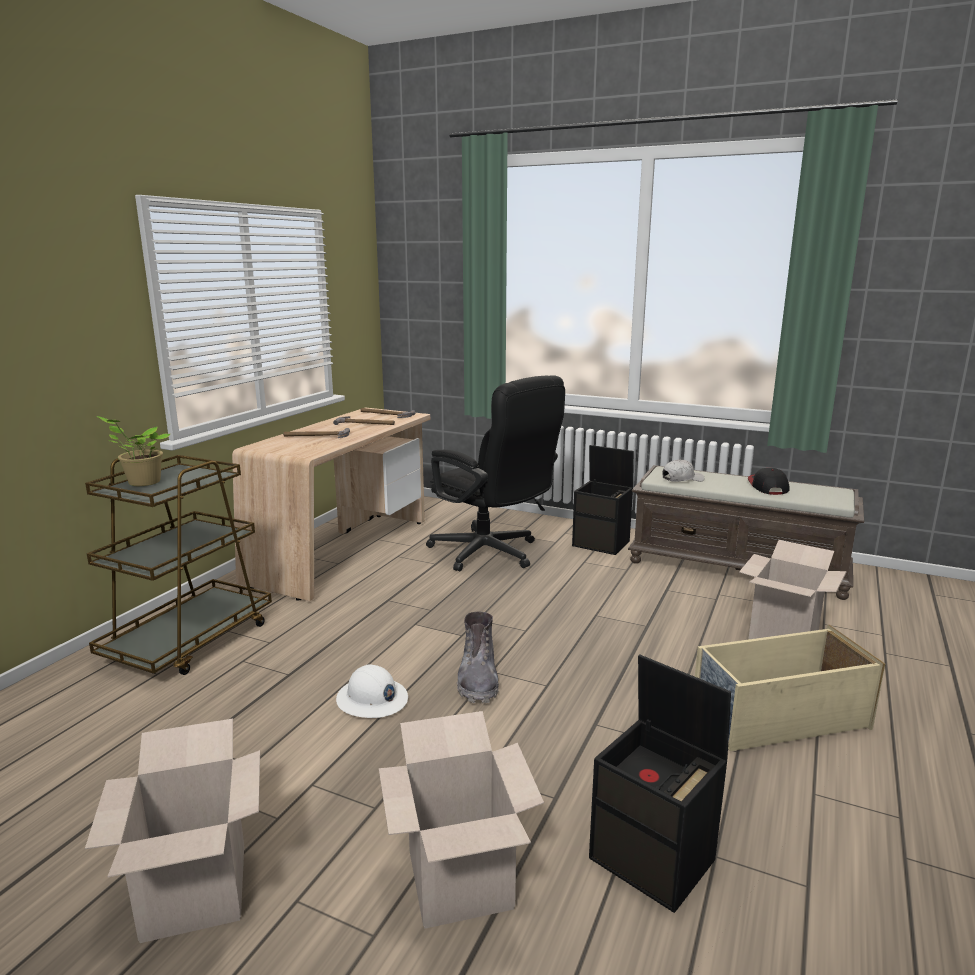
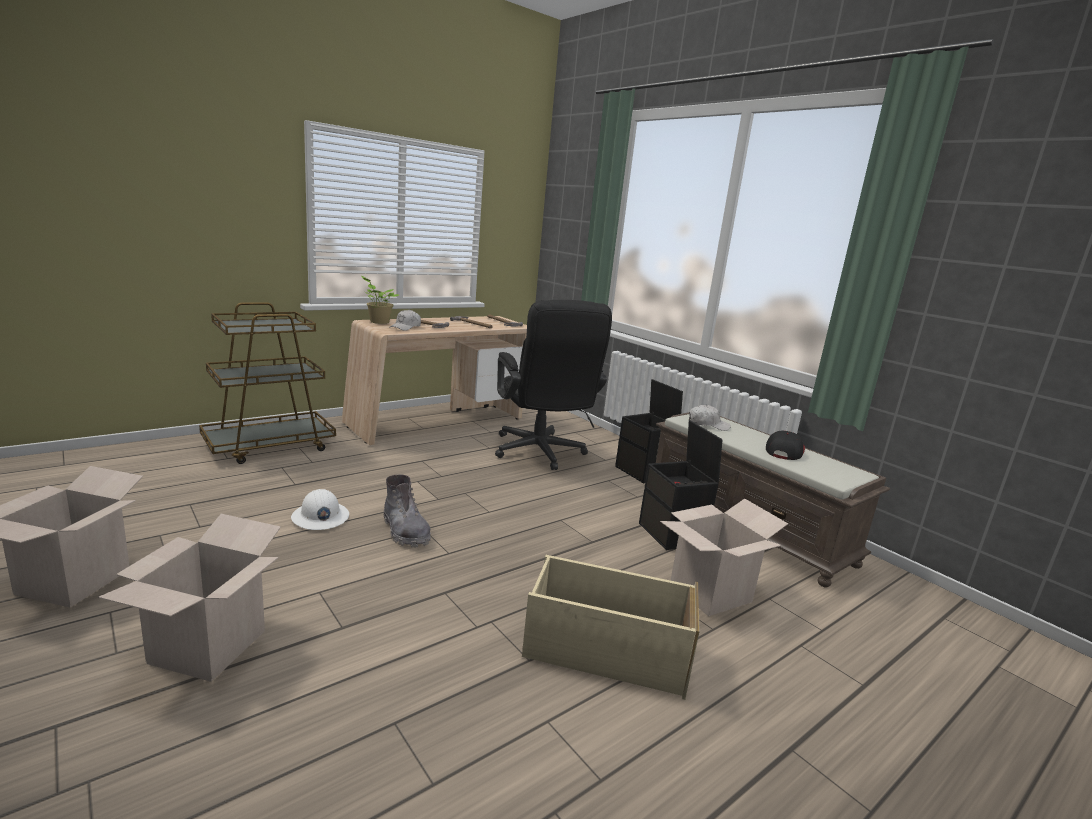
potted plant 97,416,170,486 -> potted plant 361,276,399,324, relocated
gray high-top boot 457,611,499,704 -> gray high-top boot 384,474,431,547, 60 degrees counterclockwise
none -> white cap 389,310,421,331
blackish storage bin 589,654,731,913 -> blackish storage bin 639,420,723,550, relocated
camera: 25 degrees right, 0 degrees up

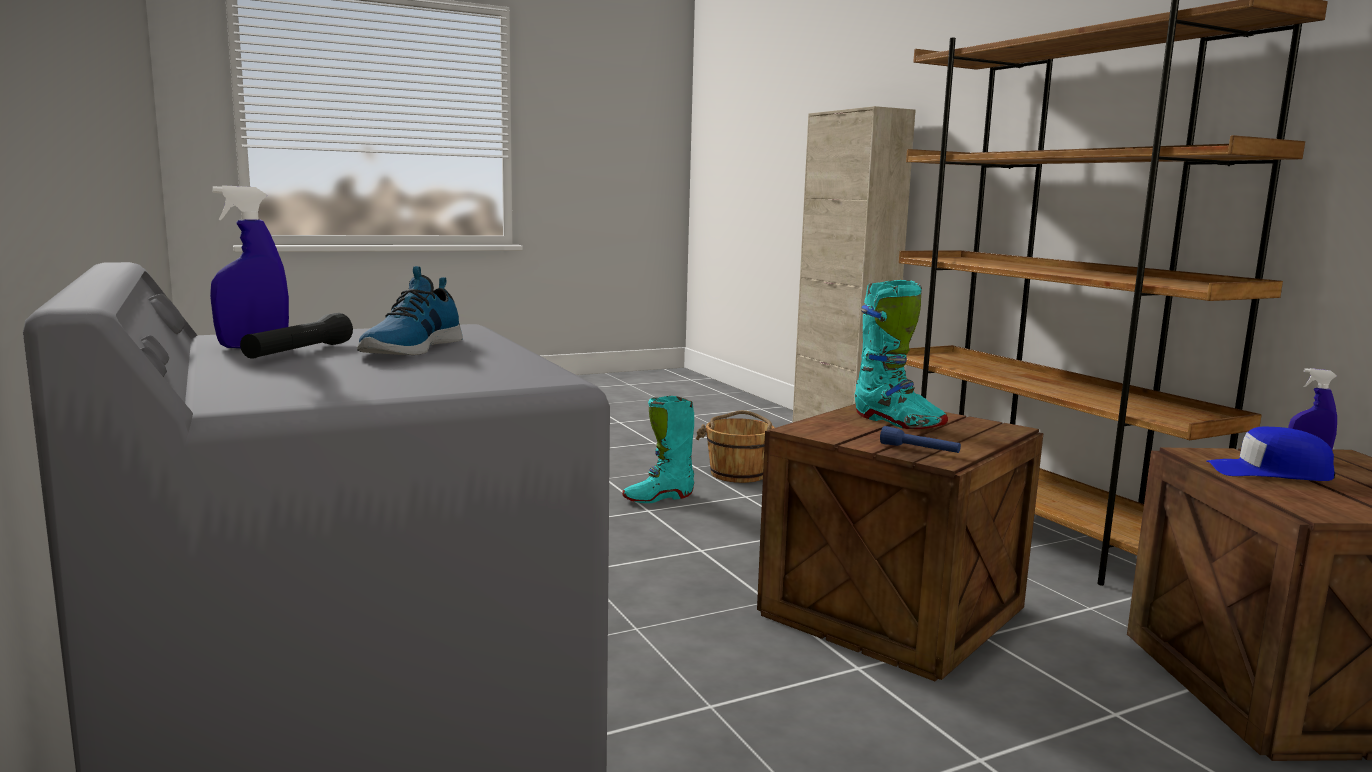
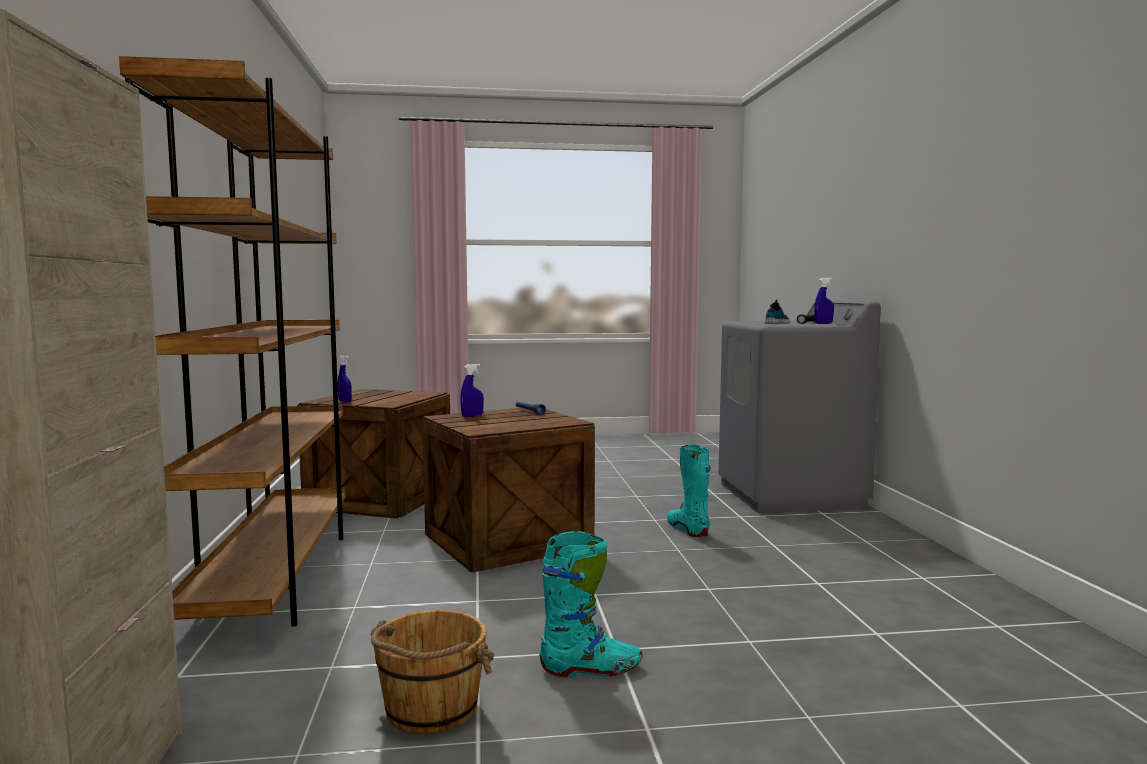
none -> bluish sprayer 460,364,484,417
turquoise-coloured high-top boot 855,280,948,429 -> turquoise-coloured high-top boot 667,444,711,537, relocated
bluish cap 1206,427,1335,481 -> none
camera: 160 degrees left, 5 degrees down

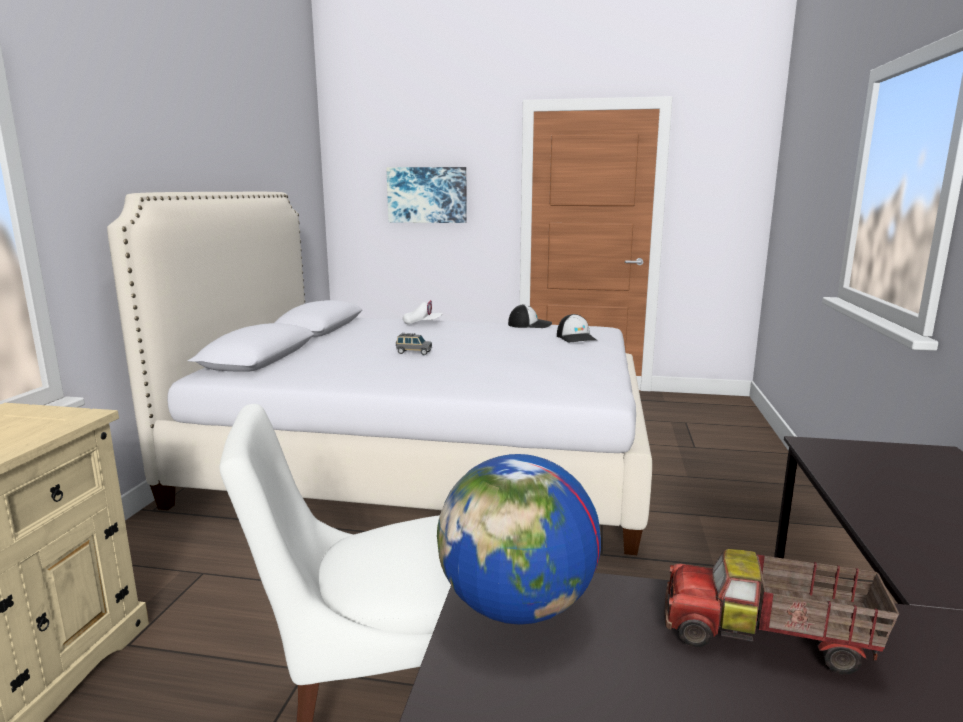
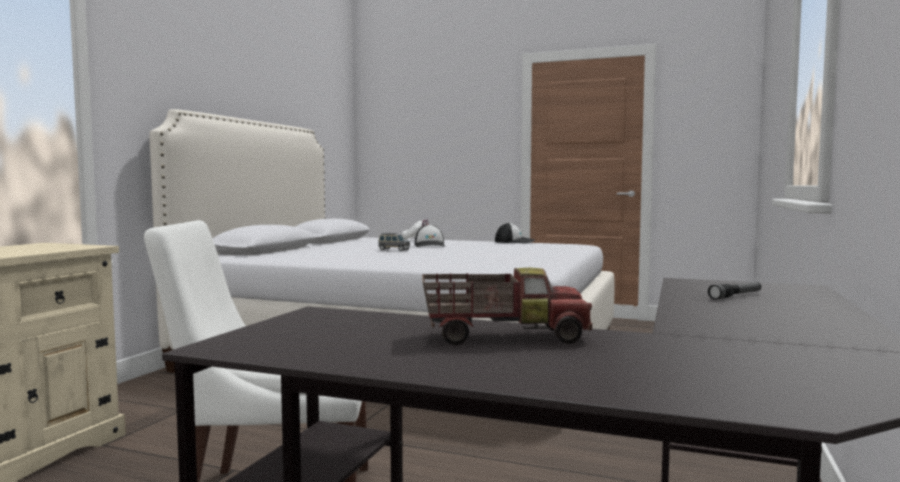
cap 557,314,597,342 -> cap 415,225,445,247, relocated
model truck 665,549,899,674 -> model truck 422,268,592,345, 150 degrees clockwise
none -> flashlight 708,282,761,299
picture 387,167,467,223 -> none
world globe 437,454,601,625 -> none
camera: 10 degrees right, 10 degrees down

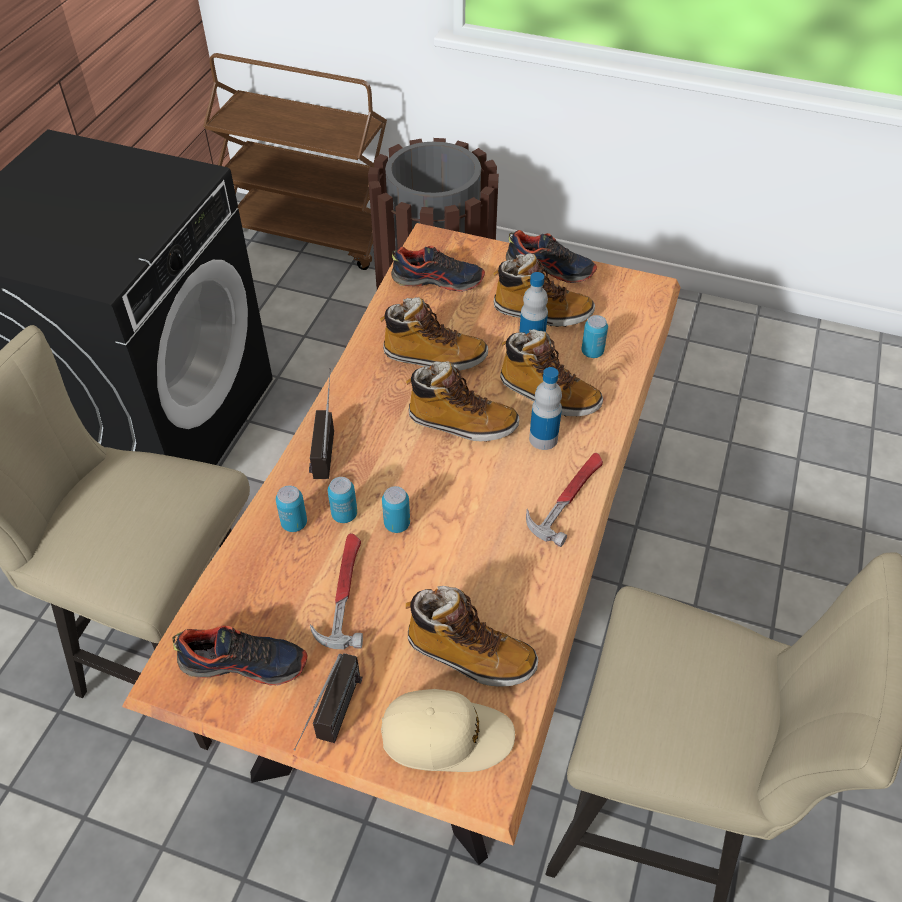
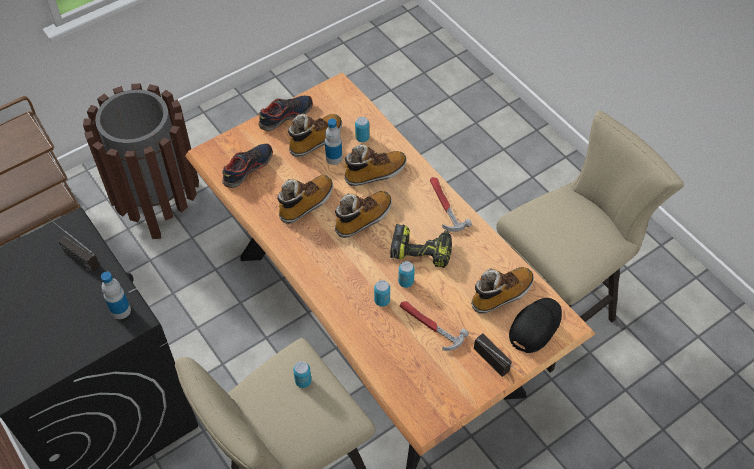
radio receiver 309,368,334,479 -> radio receiver 44,215,100,272, relocated
beverage bottle 529,367,562,450 -> beverage bottle 101,271,131,319, relocated
can 276,485,307,532 -> can 293,361,312,388, relocated
none -> electric drill 390,224,452,268
beige cap 381,689,515,772 -> blackish cap 509,298,562,353
low shoe 173,626,308,686 -> none
camera: 55 degrees left, 5 degrees up

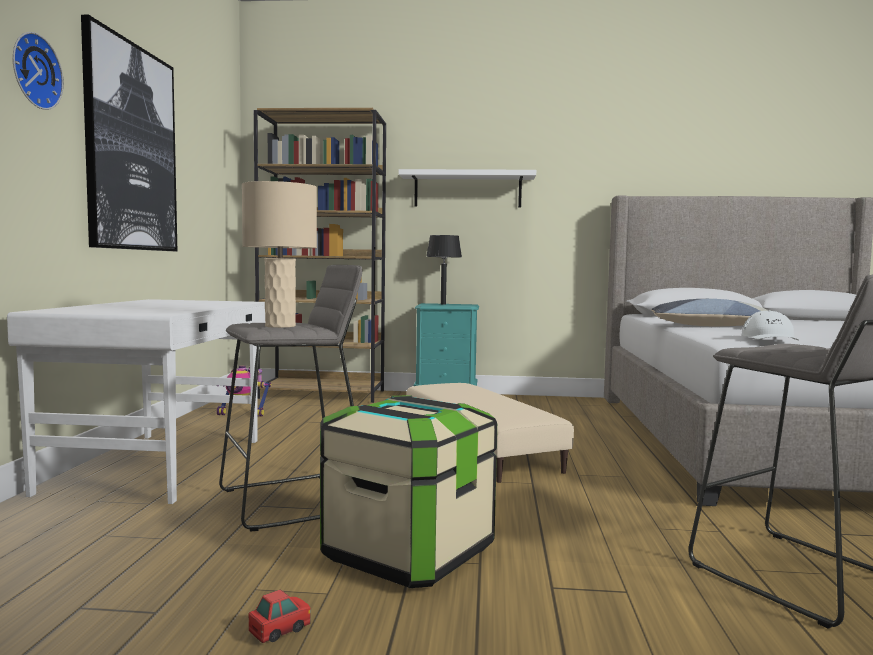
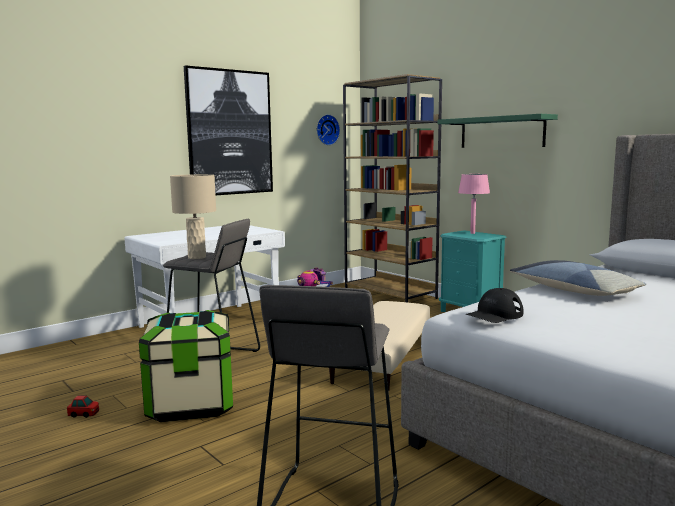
clock on the wall 13,32,64,110 -> clock on the wall 317,114,340,145, relocated
white shelf 399,169,536,207 -> green-coloured shelf 438,114,558,148
blackish lamp for a table 426,235,462,305 -> pinkish lamp for a table 458,174,490,234
white cap 742,310,799,340 -> blackish cap 465,288,523,323
camera: 45 degrees right, 5 degrees up

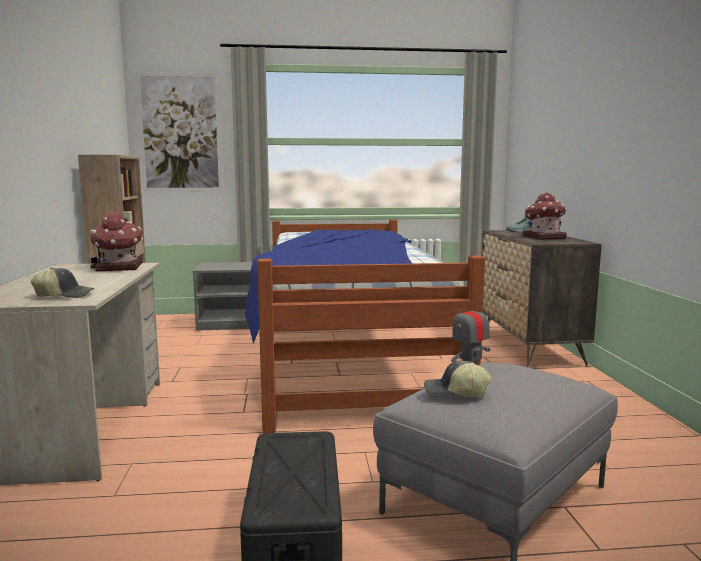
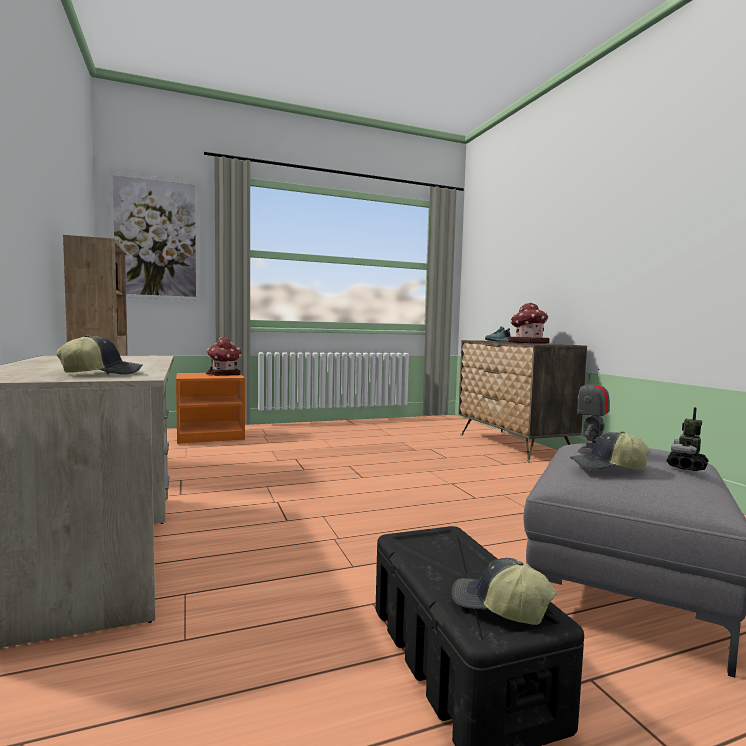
gray nightstand 193,262,253,331 -> orange nightstand 176,373,245,444
toy house 89,212,143,271 -> toy house 206,337,241,376, relocated
none -> cap 452,558,557,625
none -> robot figure 666,407,709,471
sleeping bed 245,219,485,434 -> none
camera: 15 degrees left, 5 degrees down

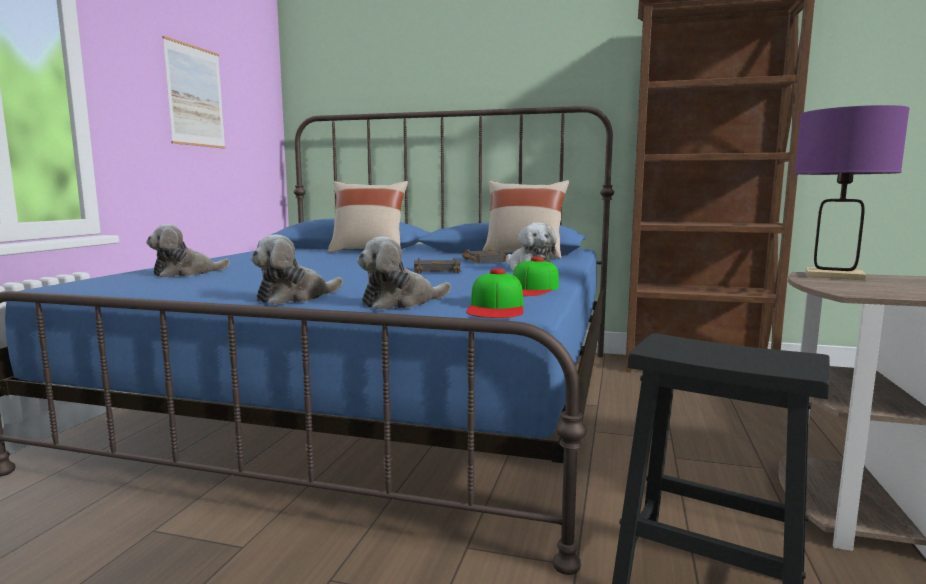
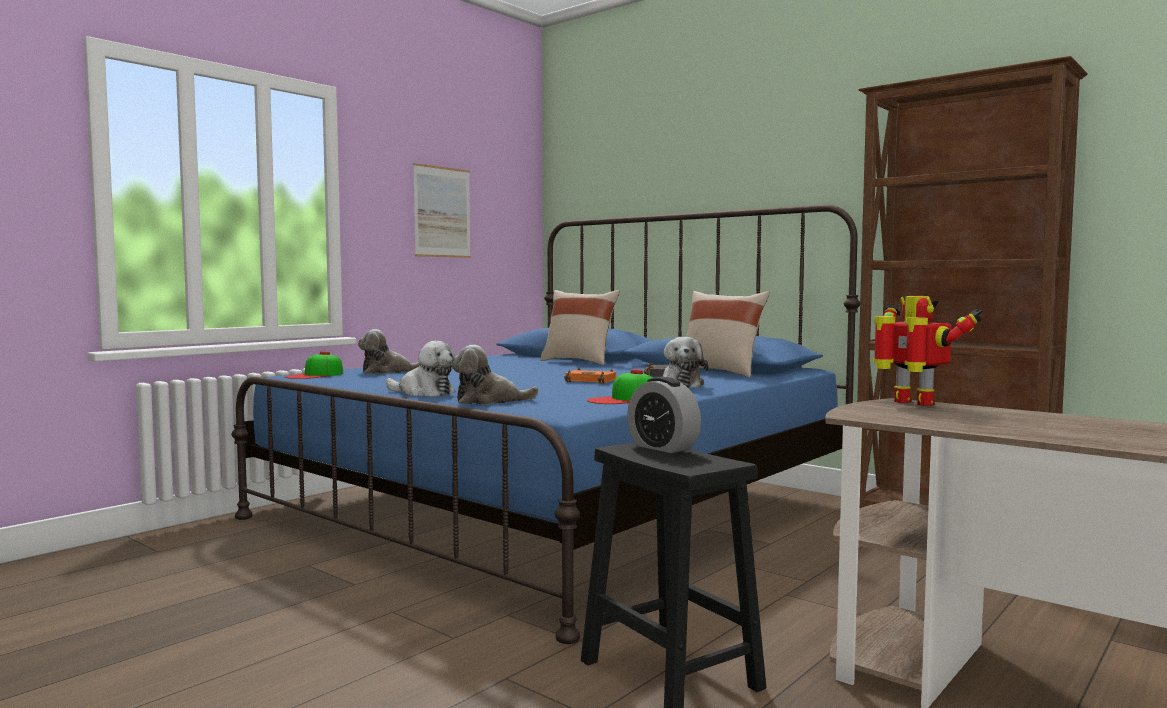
cap 466,268,524,318 -> cap 285,351,343,379, relocated
cuddly toy 251,234,343,305 -> cuddly toy 386,341,455,396, 135 degrees counterclockwise
blackish bound book 414,258,461,273 -> orange bound book 564,368,616,384
none -> bedside clock 627,377,701,453
purple-coloured lamp for a table 794,105,910,280 -> robot figure 873,296,983,406
camera: 25 degrees right, 5 degrees down

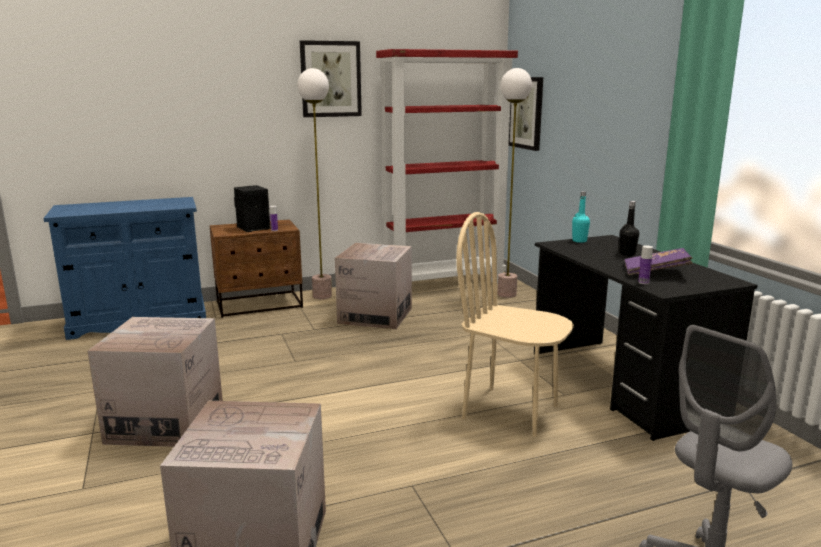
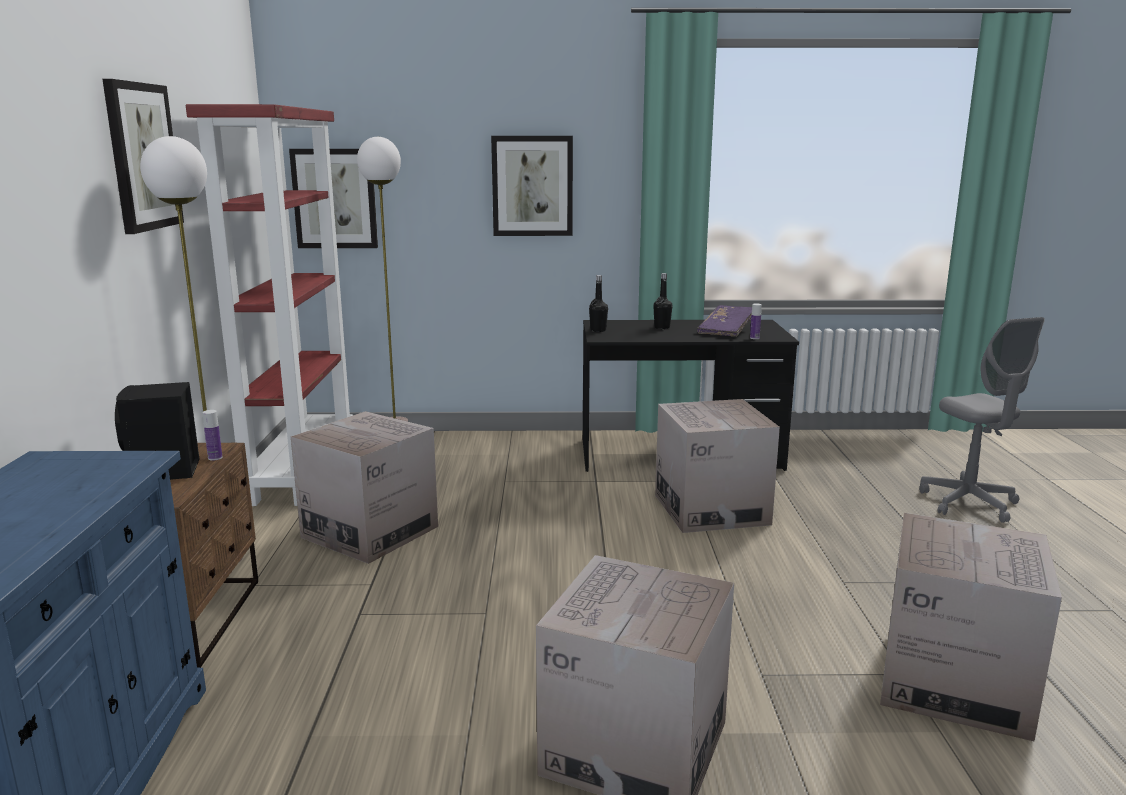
none -> picture 491,136,573,236
turquoise-coloured beverage bottle 572,191,590,243 -> blackish beverage bottle 589,275,608,332
beige plain chair 456,212,574,437 -> cardboard box 655,399,780,533
camera: 70 degrees left, 0 degrees up

